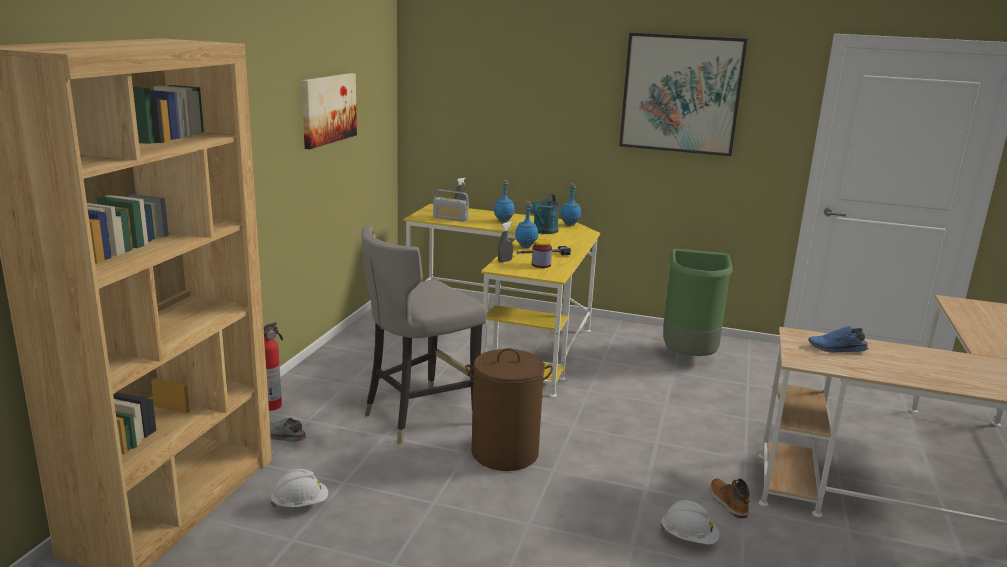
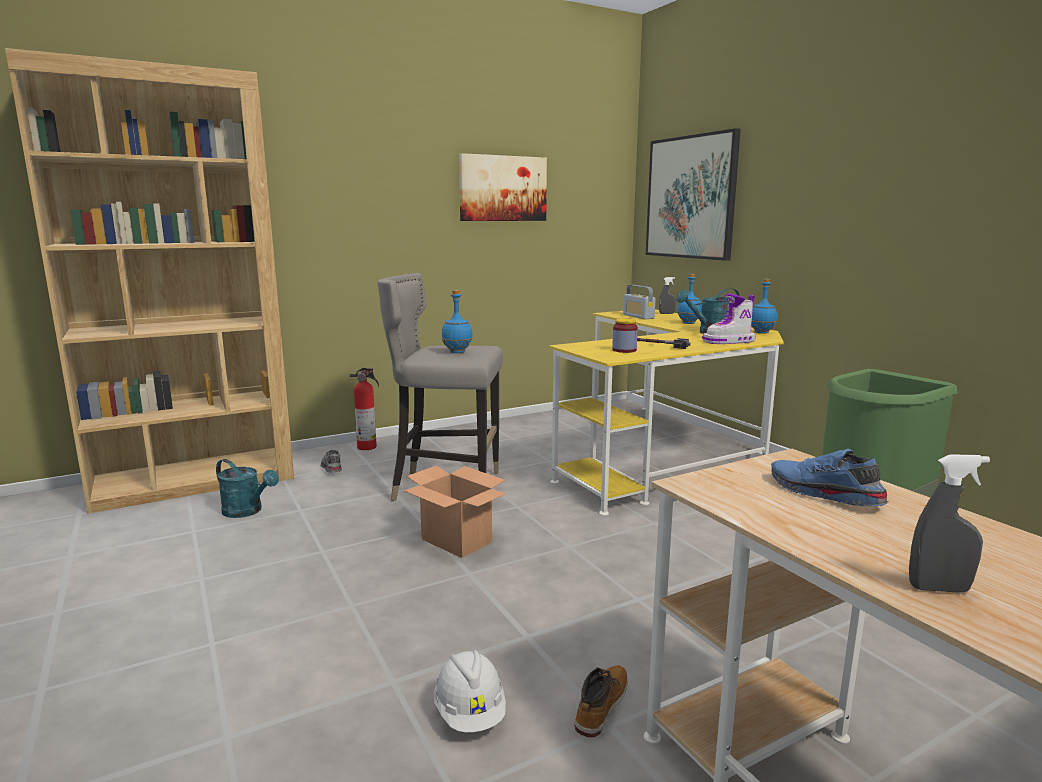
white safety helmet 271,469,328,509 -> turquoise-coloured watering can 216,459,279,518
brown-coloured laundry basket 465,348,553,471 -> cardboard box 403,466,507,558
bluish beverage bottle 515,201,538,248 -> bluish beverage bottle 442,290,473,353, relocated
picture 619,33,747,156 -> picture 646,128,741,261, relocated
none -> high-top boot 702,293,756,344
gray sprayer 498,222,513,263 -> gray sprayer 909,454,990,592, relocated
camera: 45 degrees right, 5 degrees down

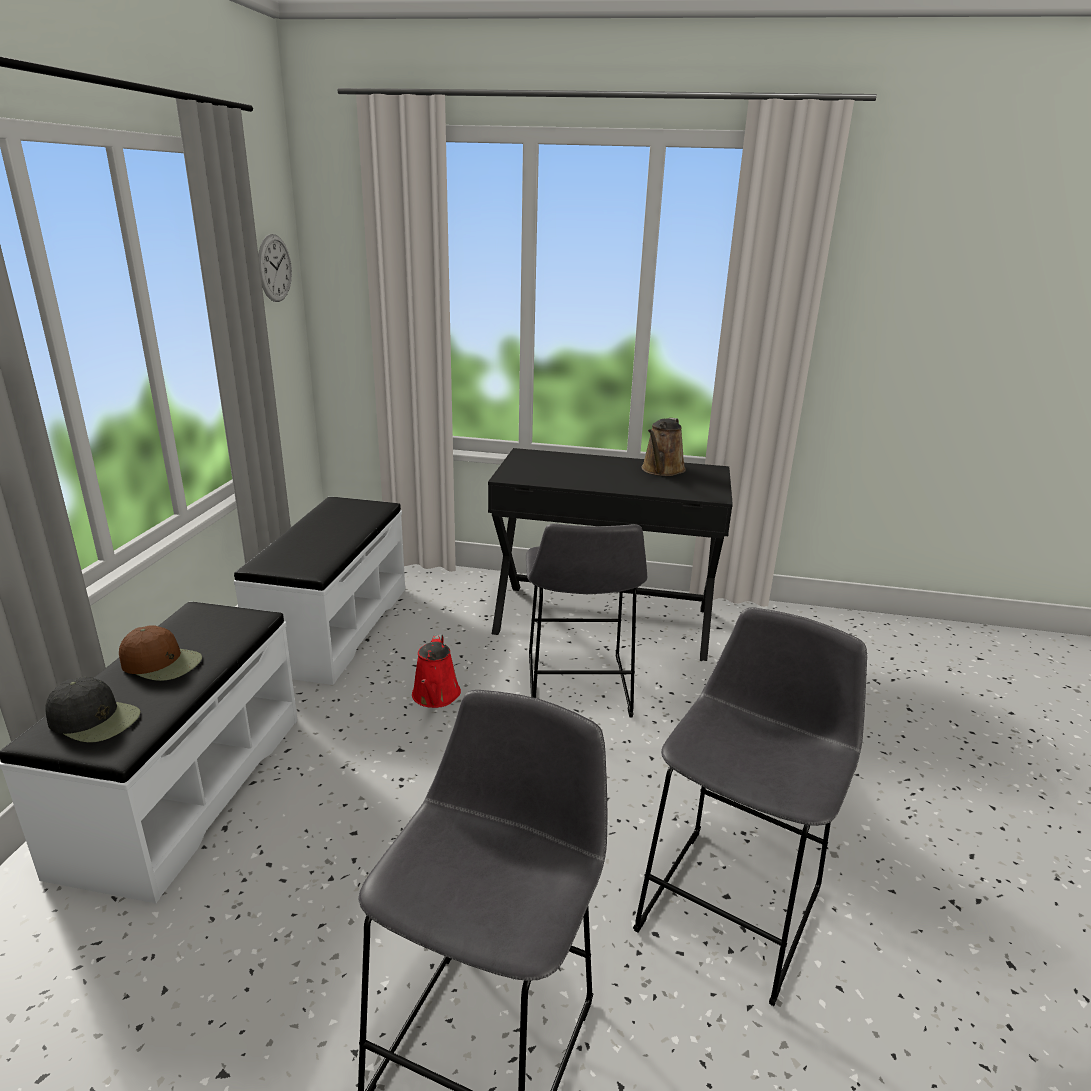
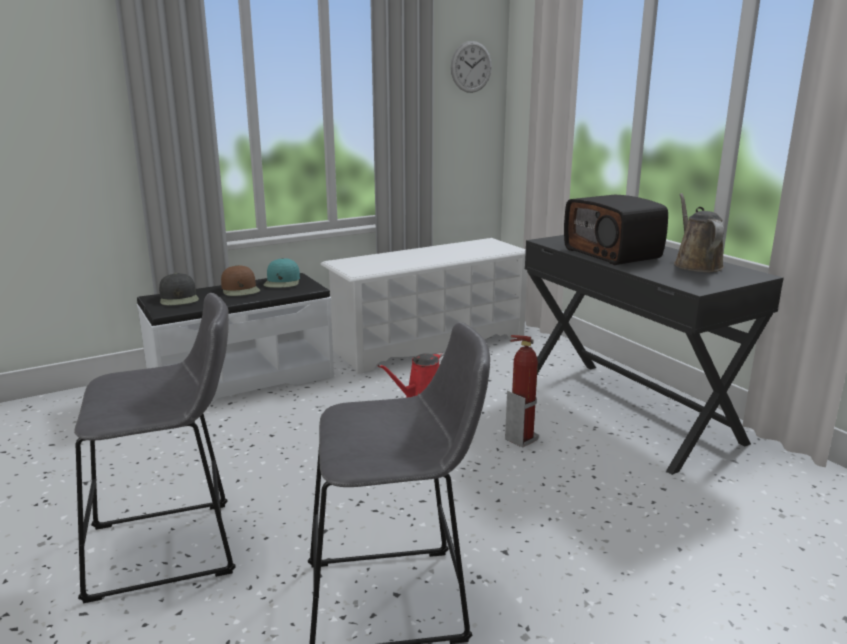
none -> turquoise-coloured cap 264,258,300,288
white bench 234,497,405,685 -> white shoe shelf 320,238,527,374
gray stool 526,523,647,717 -> extinguisher 505,335,539,448
none -> radio receiver 564,195,668,265
brown-coloured watering can 641,418,686,476 -> brown-coloured watering can 674,193,724,272, 105 degrees clockwise
camera: 50 degrees right, 5 degrees down

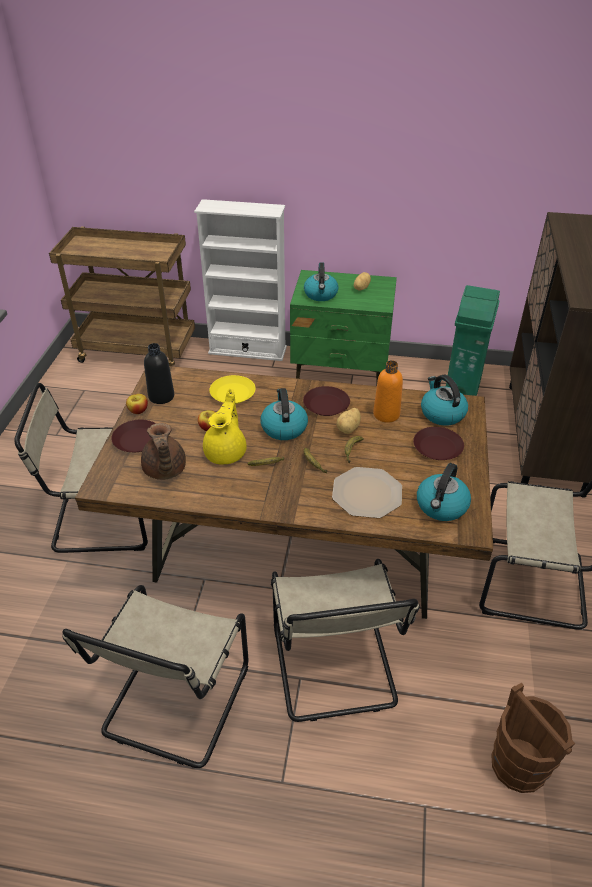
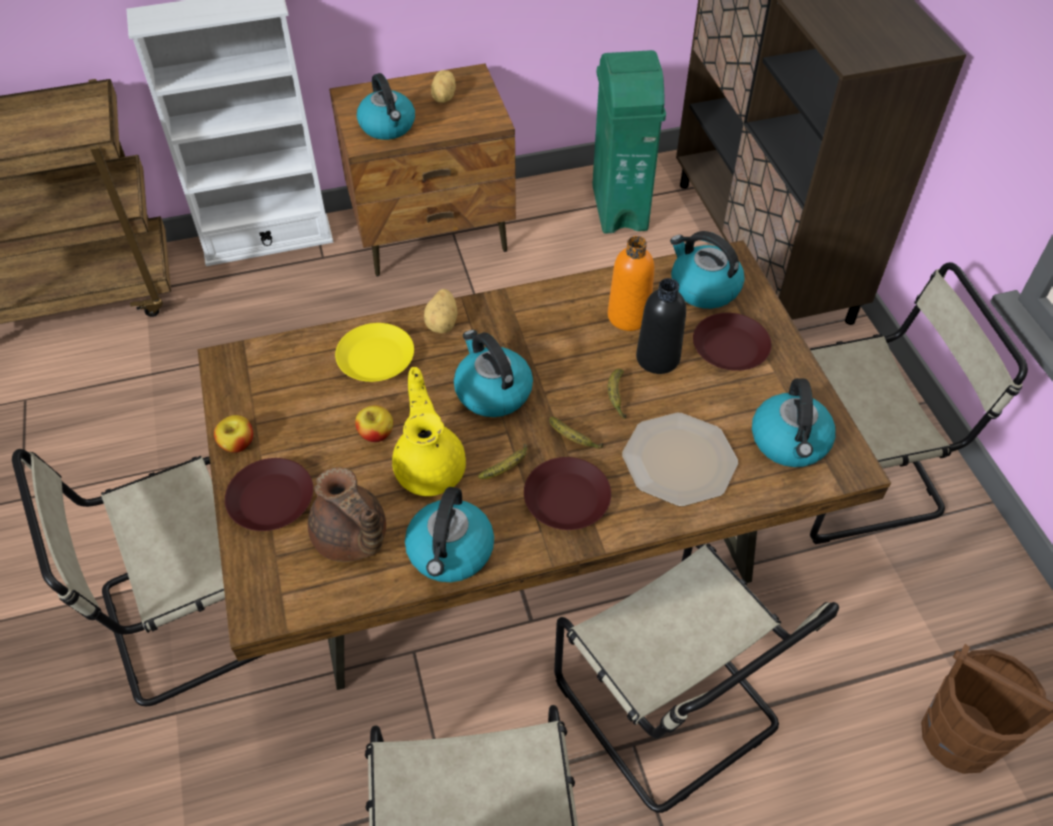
green-coloured nightstand 290,270,397,384 -> brown-coloured nightstand 329,64,516,277
none -> water kettle 405,487,494,582
spud 336,408,361,434 -> spud 424,289,457,333, relocated
brown-coloured dinner plate 303,386,350,416 -> brown-coloured dinner plate 524,457,611,530, relocated
blackish beverage bottle 144,343,174,404 -> blackish beverage bottle 636,278,686,374, relocated
camera: 25 degrees left, 10 degrees up

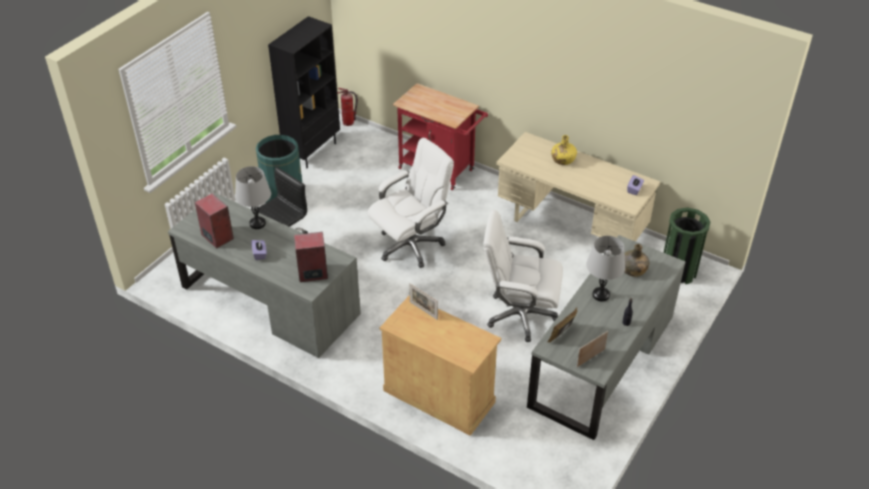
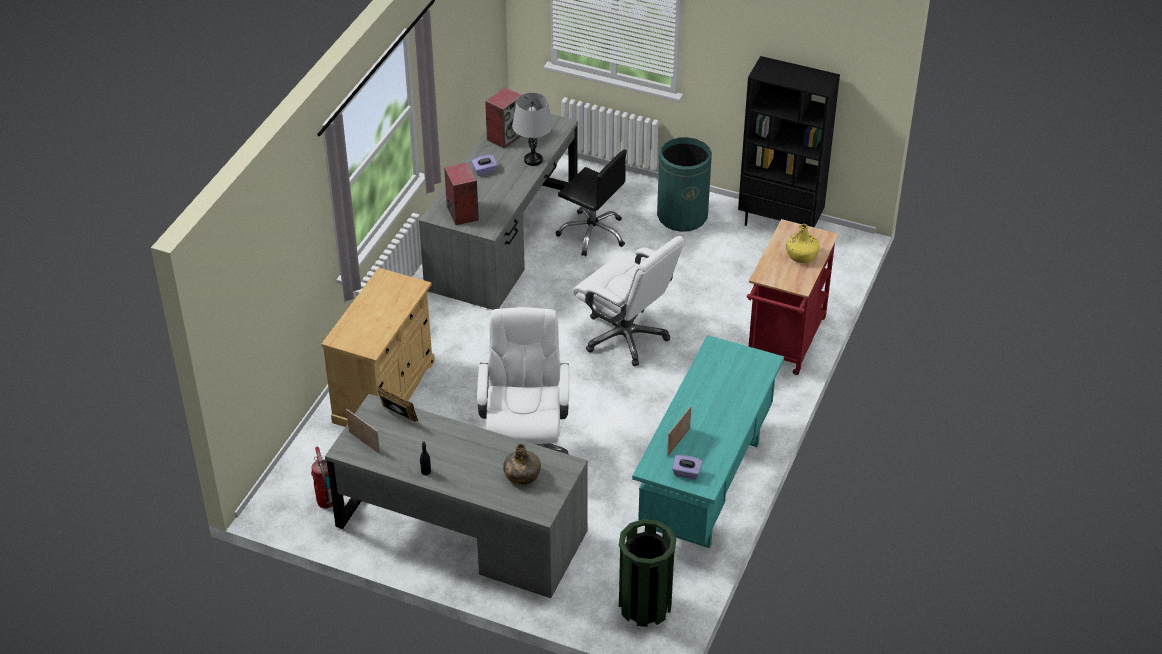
extinguisher 337,88,358,126 -> extinguisher 311,447,333,509, relocated
beige desk unit 496,132,660,242 -> turquoise-coloured desk unit 632,335,784,548
picture frame 409,283,438,320 -> picture frame 667,406,691,457, relocated
yellow-coloured beverage bottle 551,135,577,165 -> yellow-coloured beverage bottle 786,224,819,263, relocated
gray lamp for a table 586,236,625,301 -> none
camera: 80 degrees right, 0 degrees up

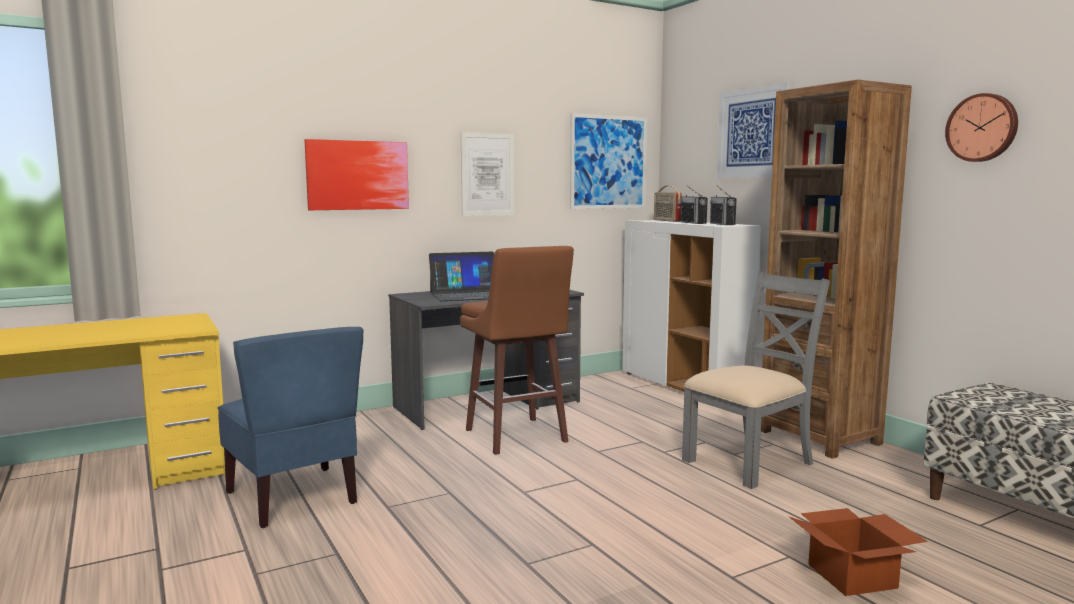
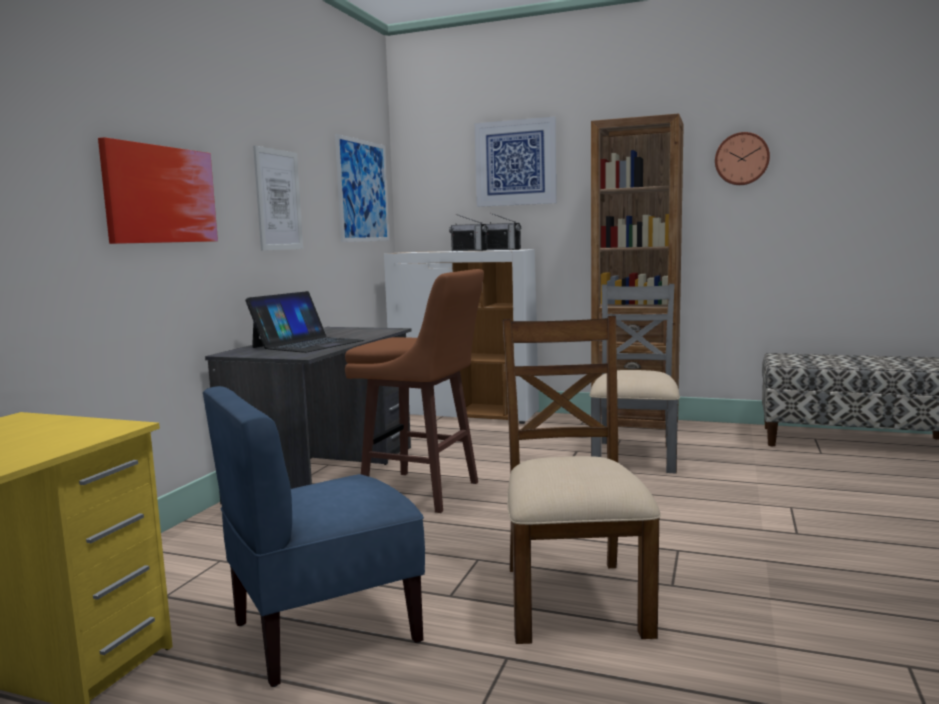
bluish plain chair 217,327,363,528 -> bluish plain chair 203,386,425,687, 135 degrees clockwise
none -> brown-coloured plain chair 503,316,661,644
radio receiver 654,186,682,222 -> none
cardboard box 789,508,928,596 -> none
camera: 40 degrees left, 0 degrees up

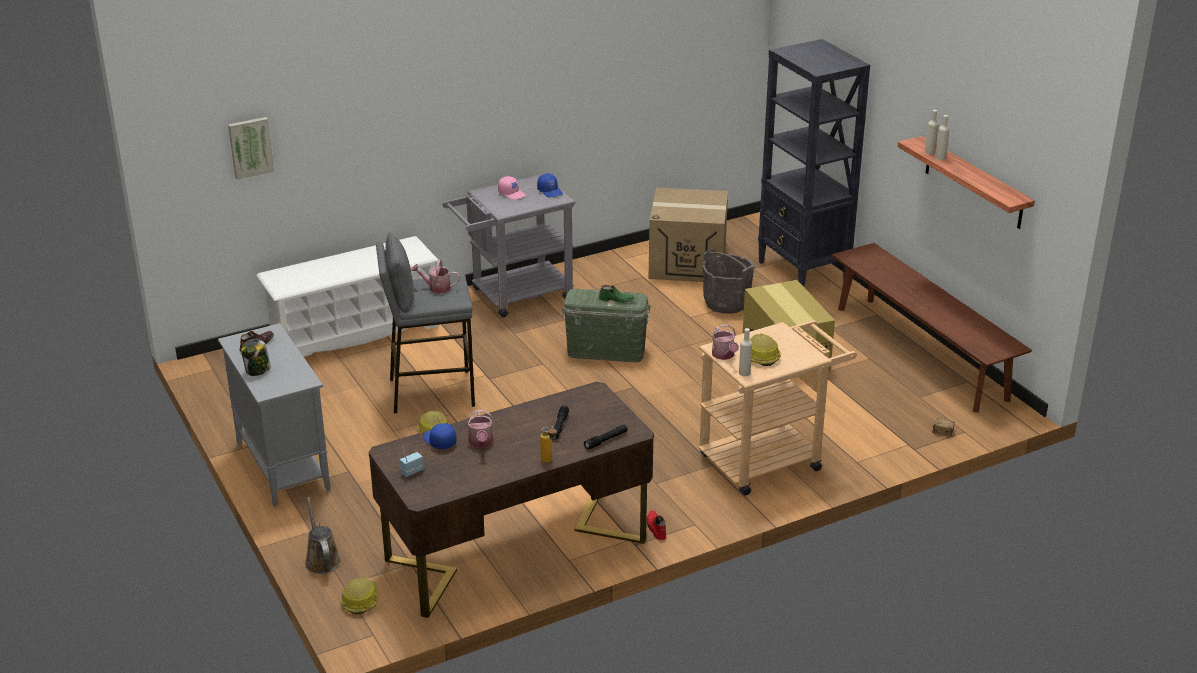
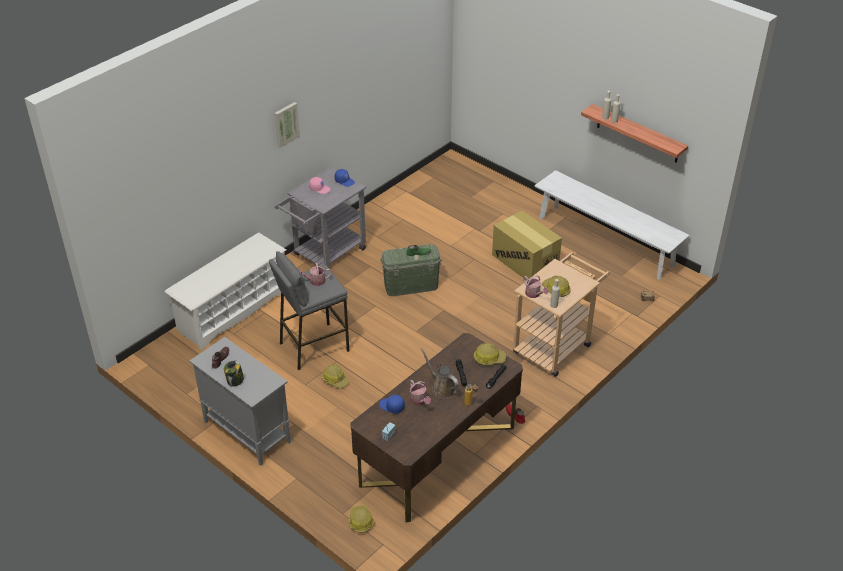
picture 228,117,274,180 -> picture 275,102,300,148, relocated
brown-coloured watering can 305,497,341,574 -> brown-coloured watering can 421,348,459,399, relocated
none -> safety helmet 474,343,506,365
brown-coloured bench 832,243,1032,413 -> white bench 534,170,689,280
cardboard box 649,188,728,282 -> none
gray bucket 702,249,754,314 -> none
blackish shelving unit 758,39,870,287 -> none
camera: 20 degrees left, 10 degrees up

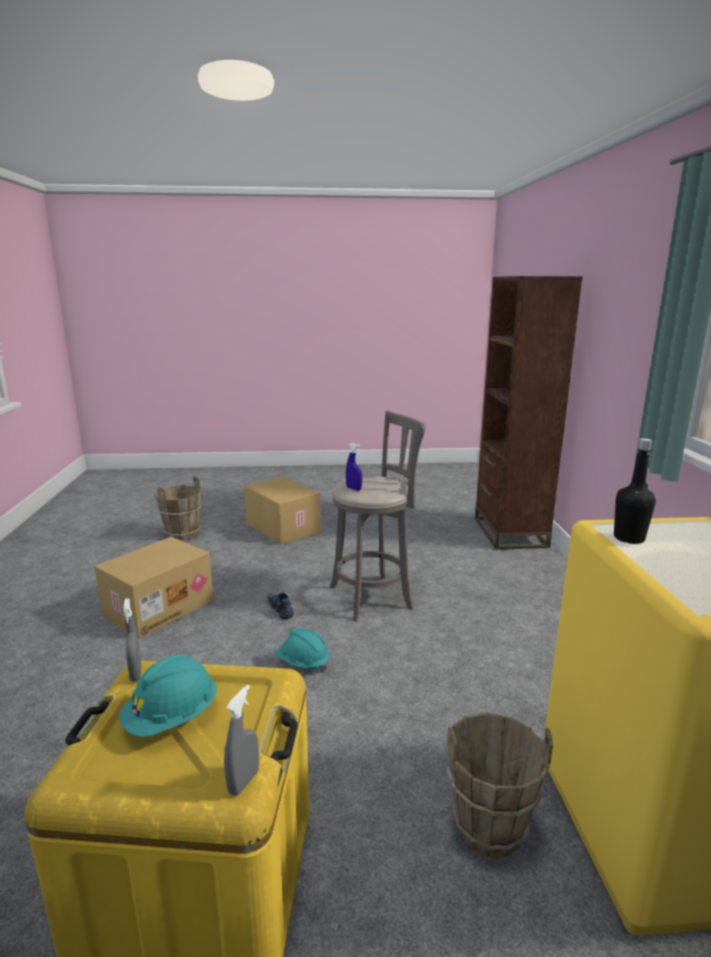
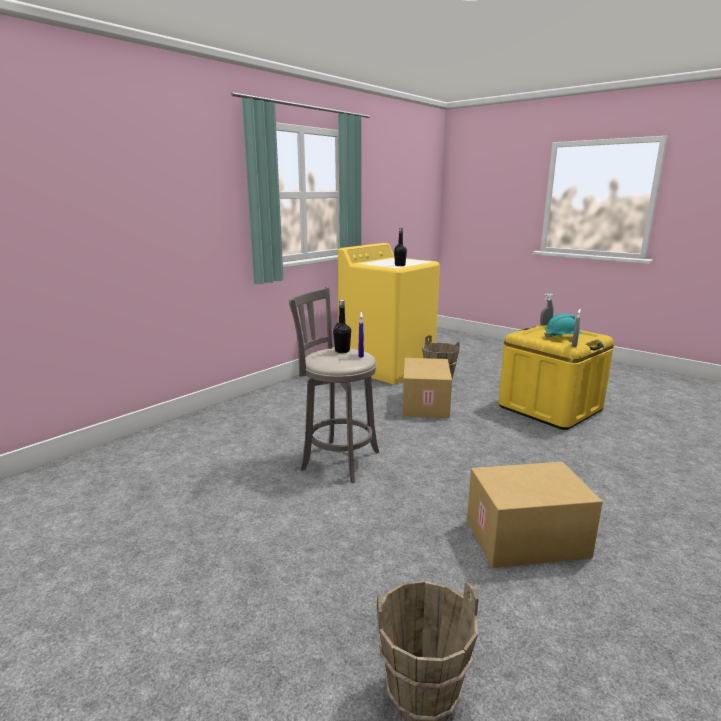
none -> blackish beverage bottle 333,300,351,353
cardboard box 244,477,321,545 -> cardboard box 402,358,452,418, relocated
low shoe 268,592,294,619 -> none
turquoise-coloured safety helmet 276,628,329,670 -> none
brown-coloured shelving unit 475,276,583,550 -> none
camera: 135 degrees left, 0 degrees up

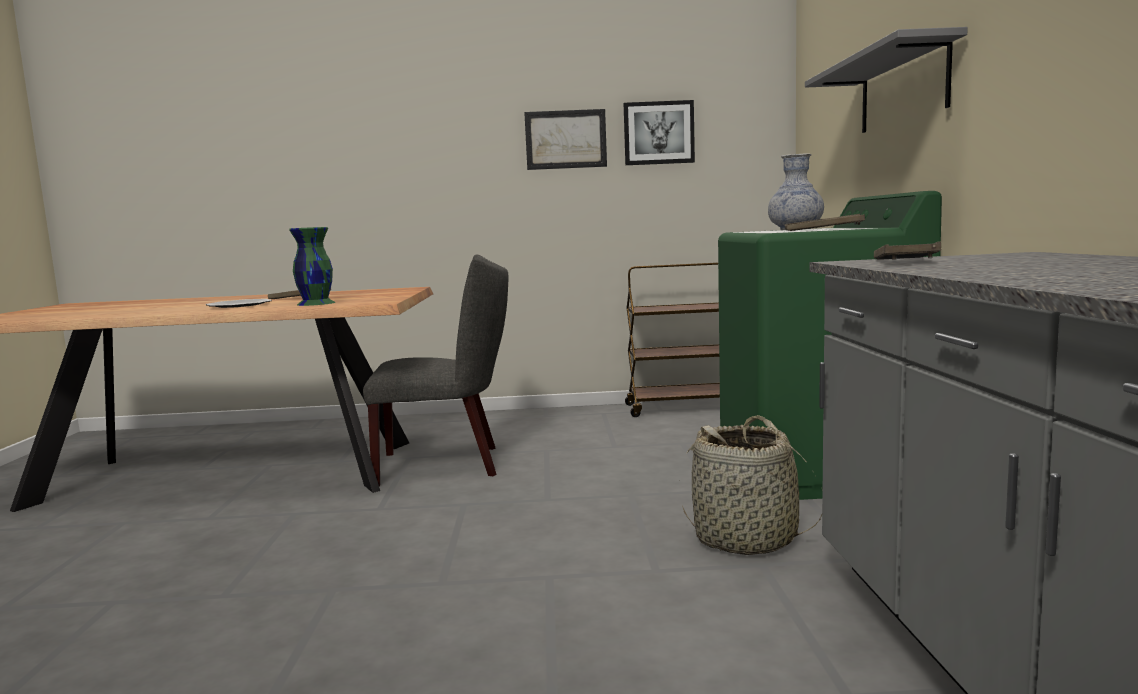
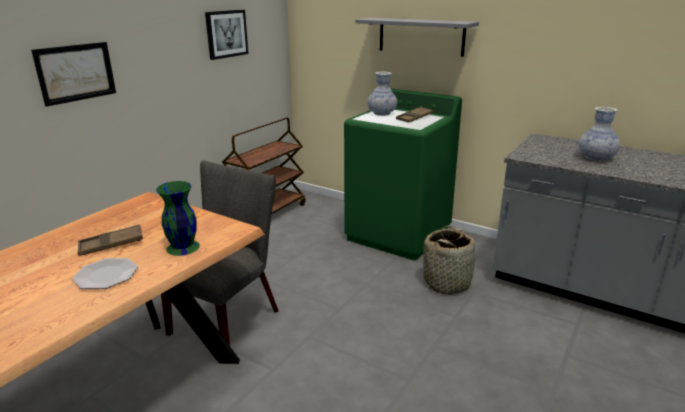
picture 524,109,607,170 -> picture 31,42,116,107, relocated
none -> flower vase 579,107,620,161
brown-coloured serving tray 874,242,941,260 -> none
camera: 55 degrees left, 15 degrees up

